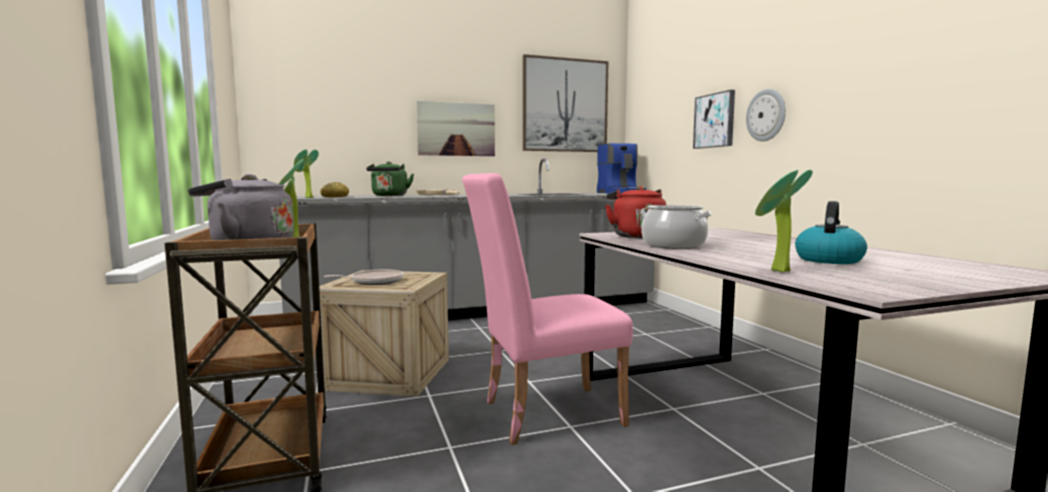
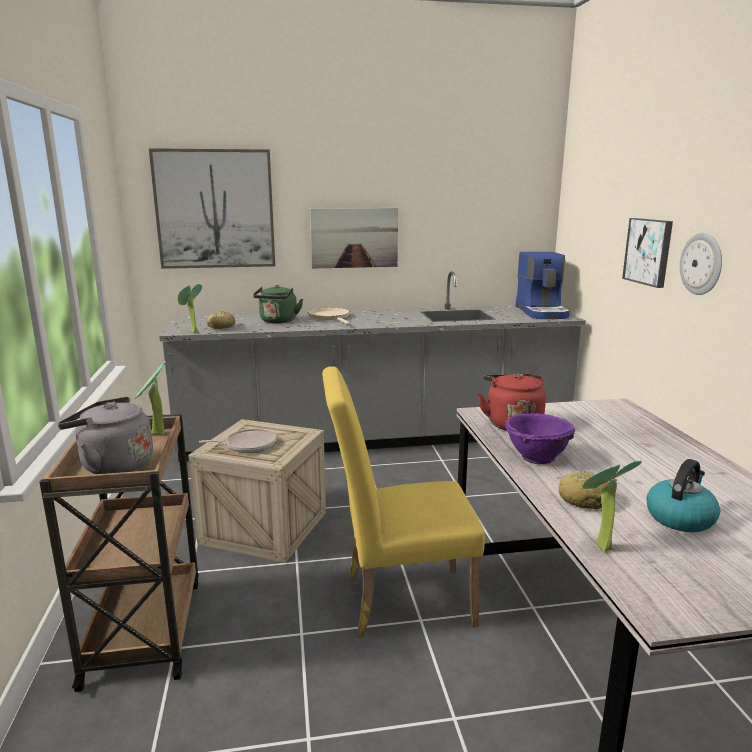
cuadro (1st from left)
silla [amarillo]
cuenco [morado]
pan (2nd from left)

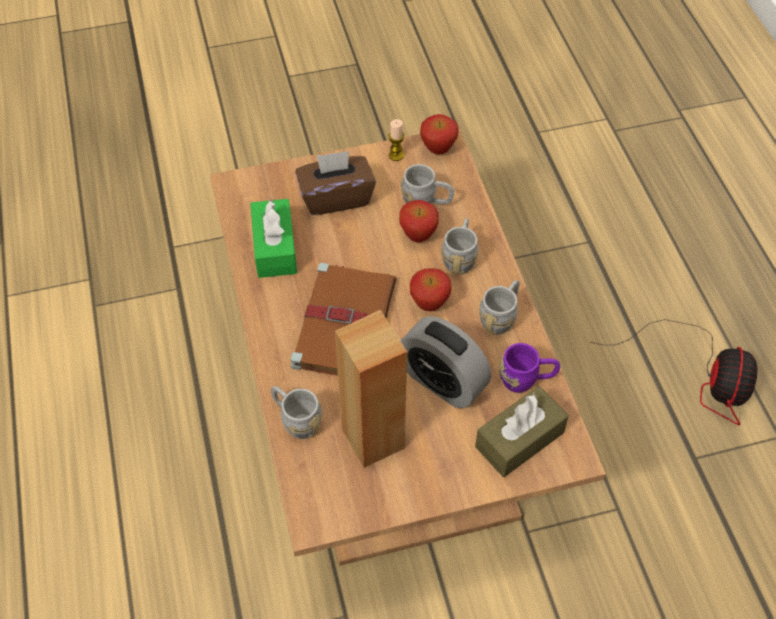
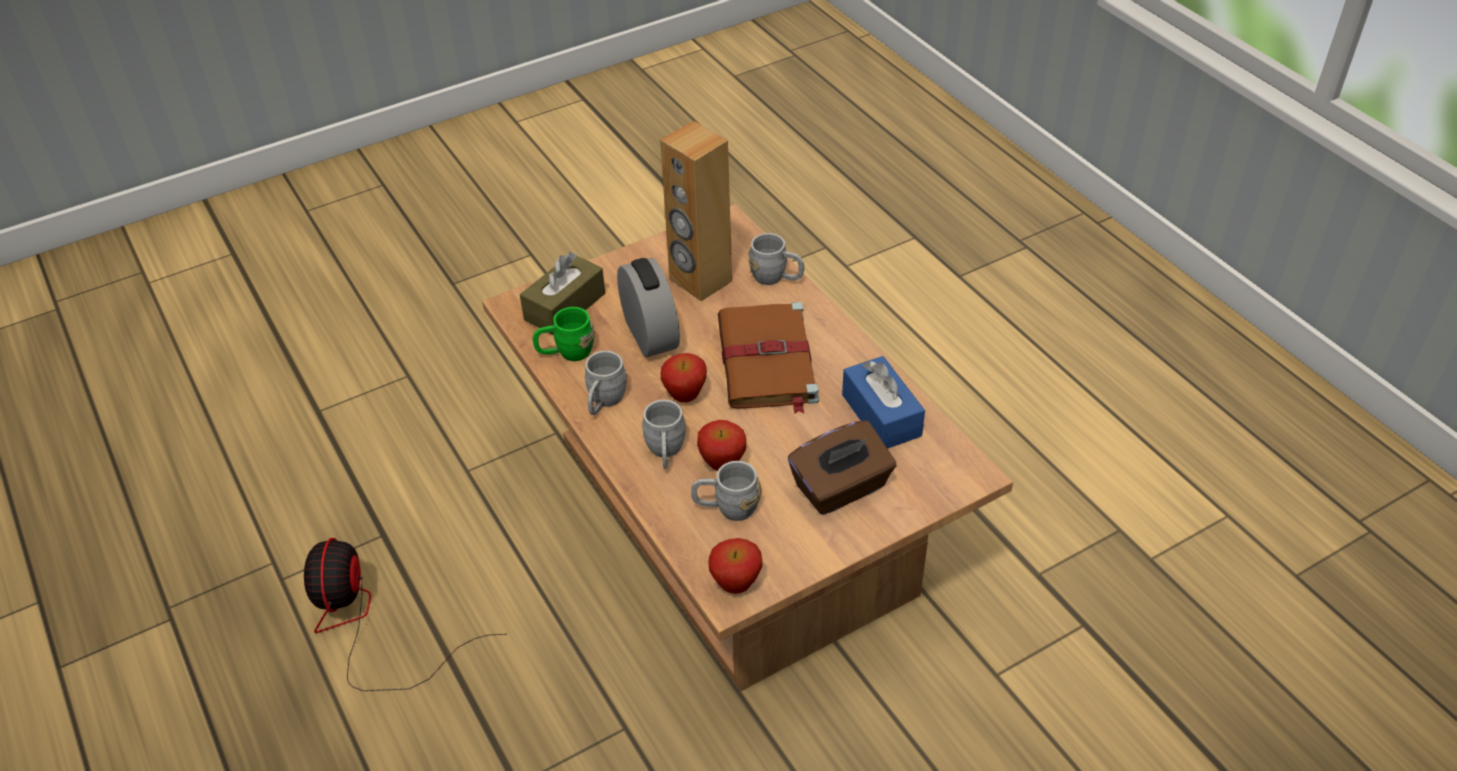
taza grande [verde]
despertador
caja de pañuelos [azul]
vela

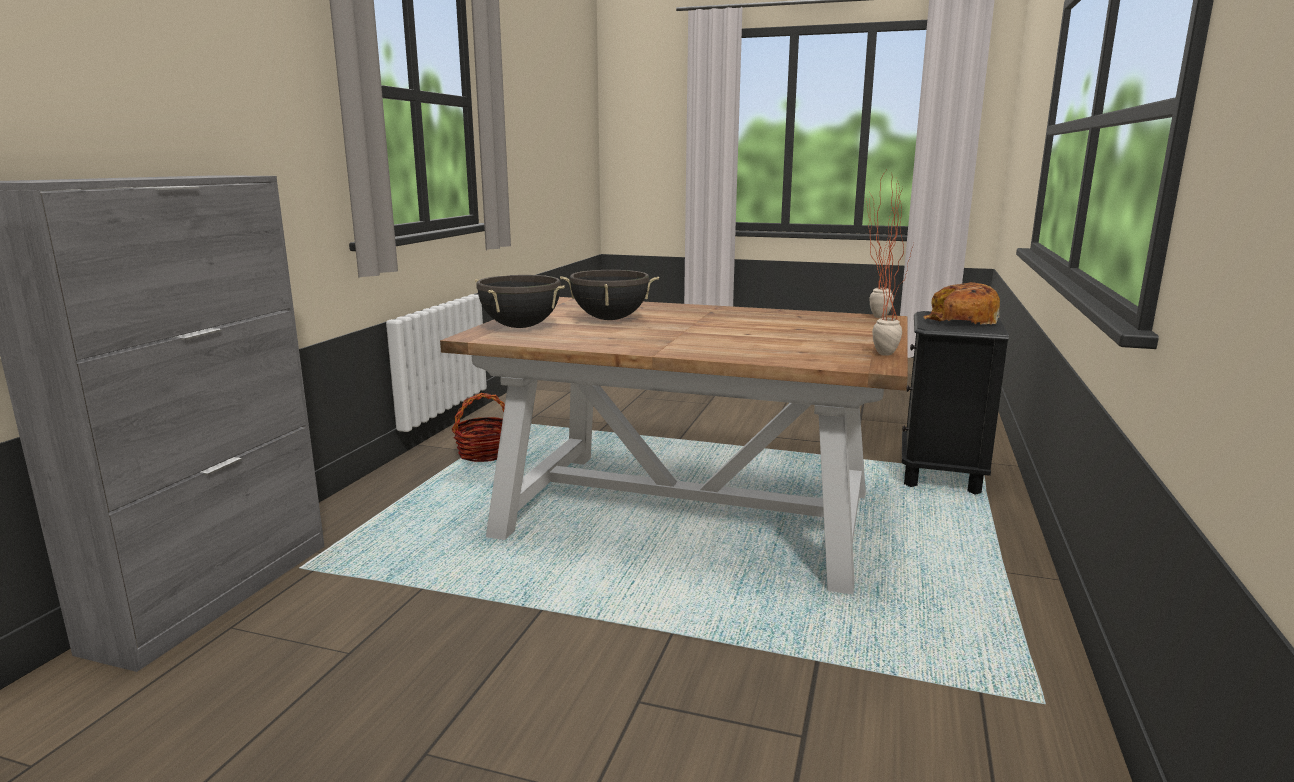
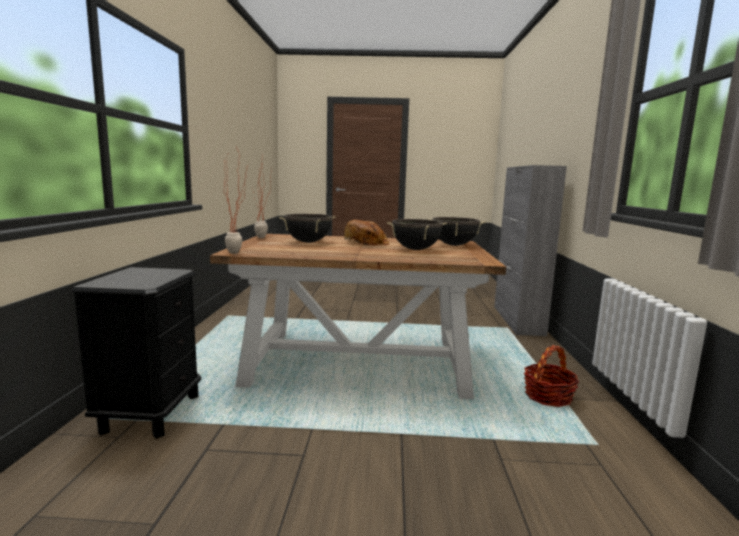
olla [negro] (1st from left)
pan

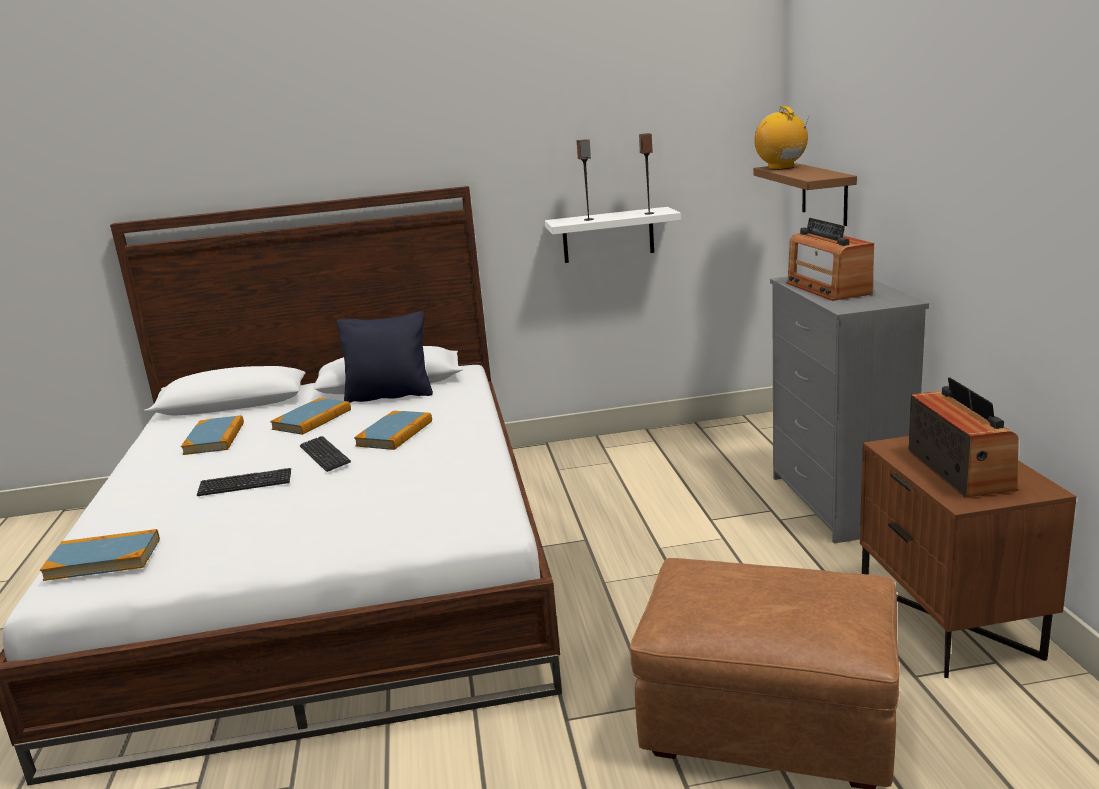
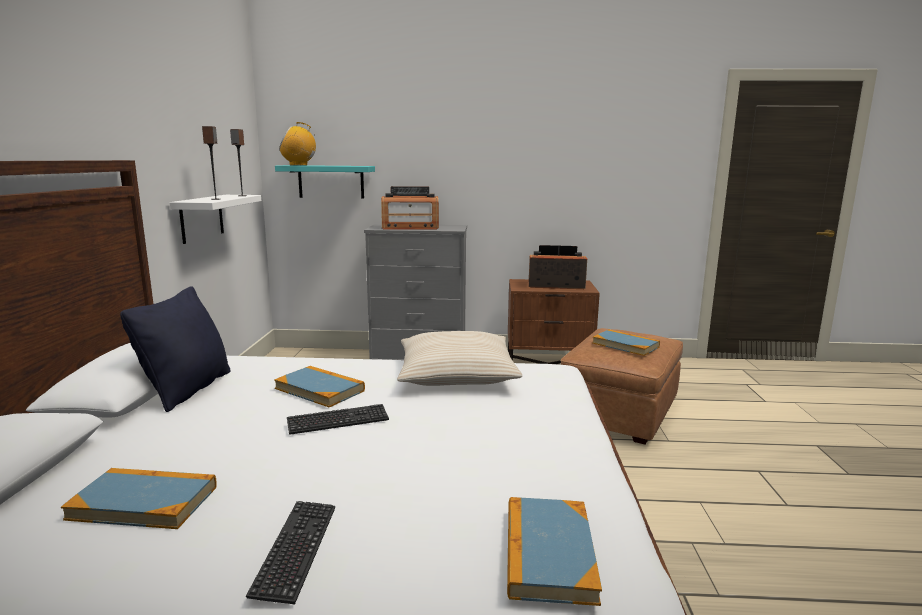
teclado (1st from left)
estante [turquesa]
cojín [beis]
libro (4th from left)

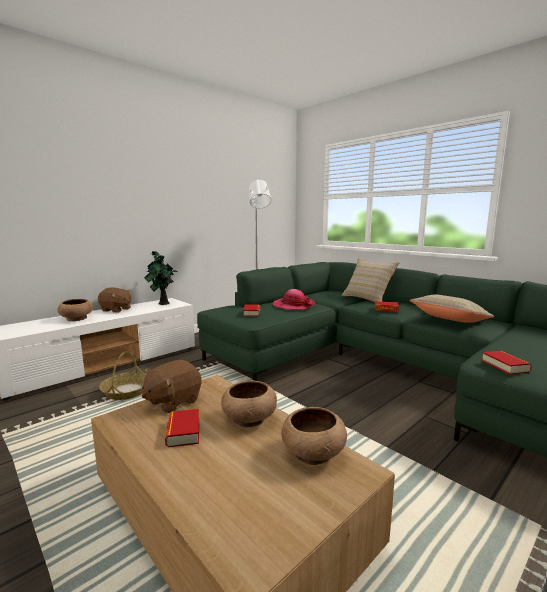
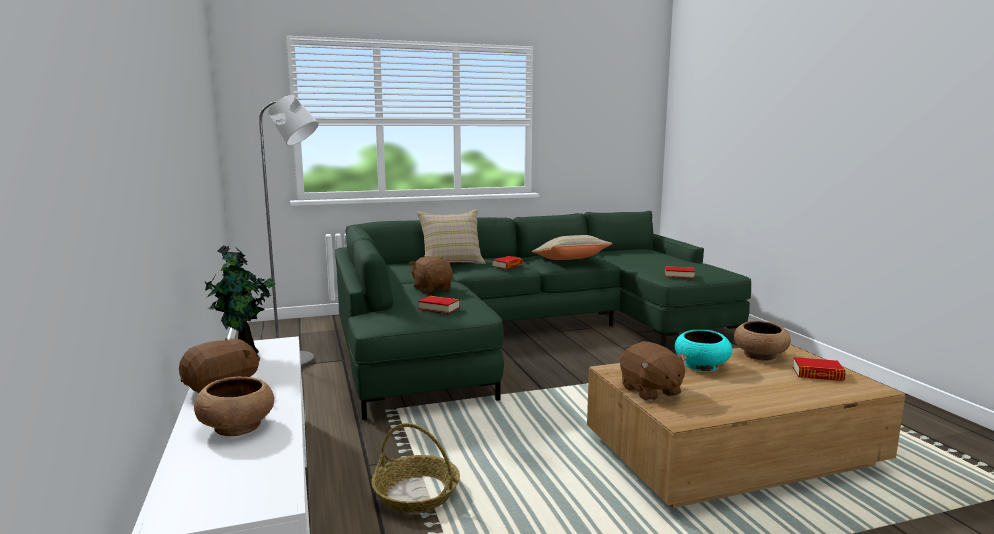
peluche [marrón] (2nd from left)
cuenco [turquesa]
libro (4th from left)

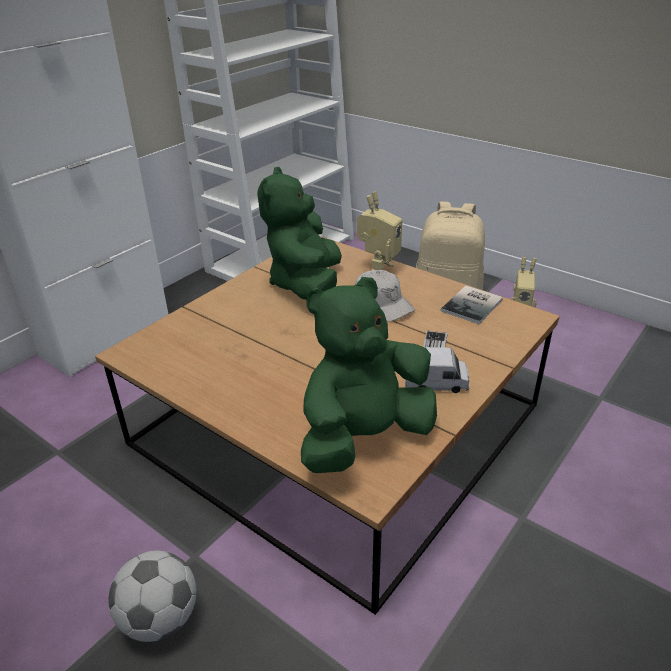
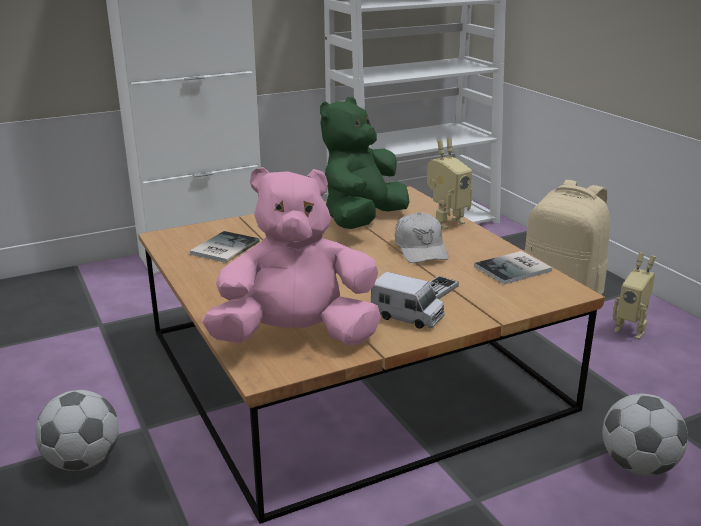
libro (1st from left)
peluche [rosa]
balón de fútbol (2nd from left)

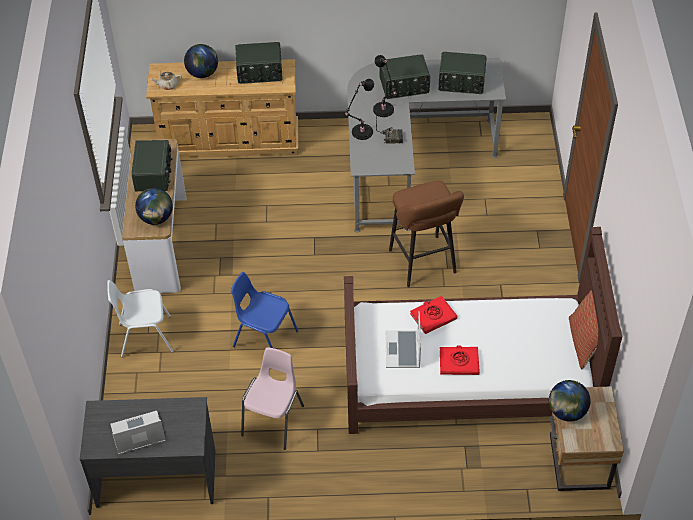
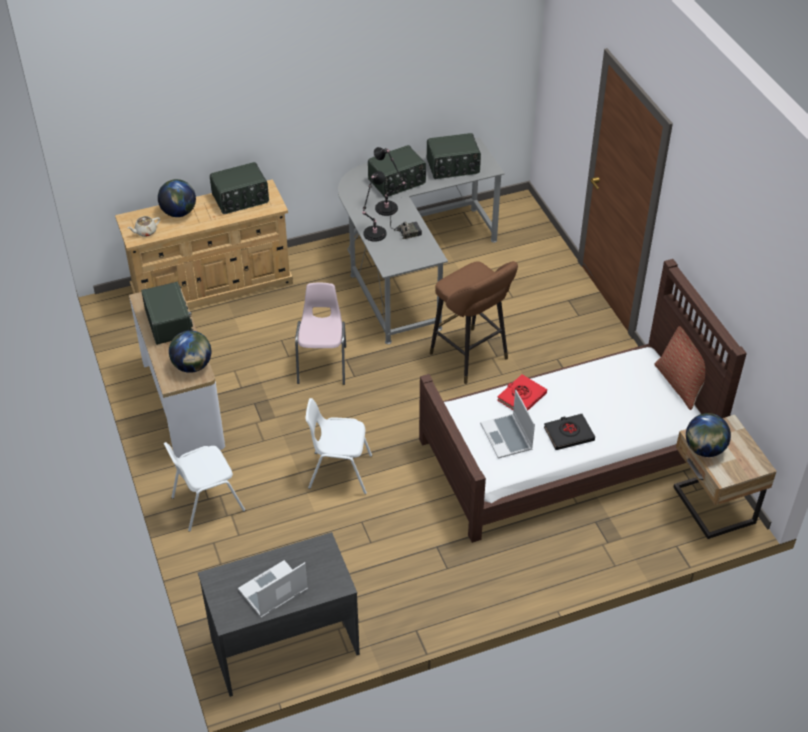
silla [rosa]
silla [blanco] (2nd from left)
libro [negro]

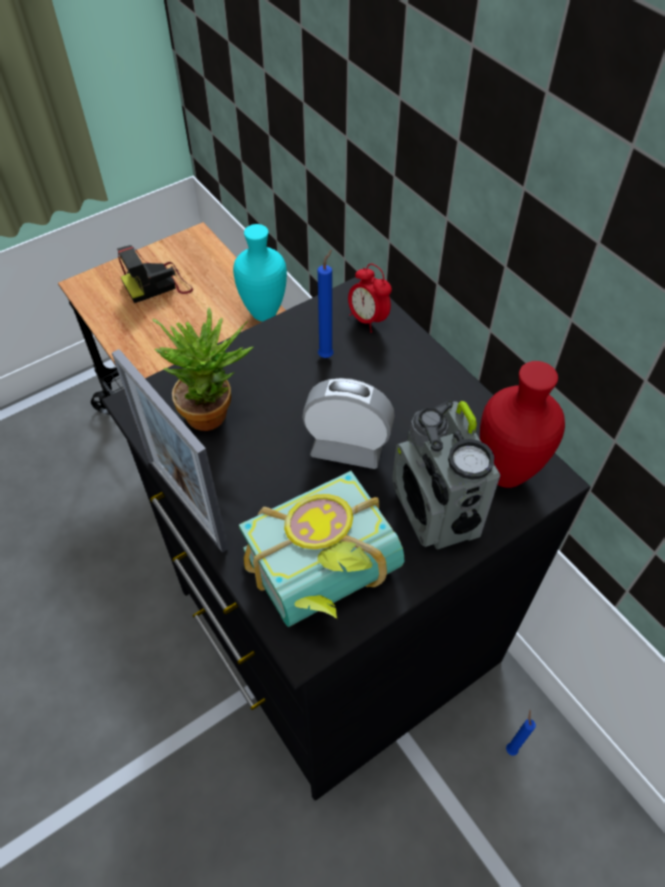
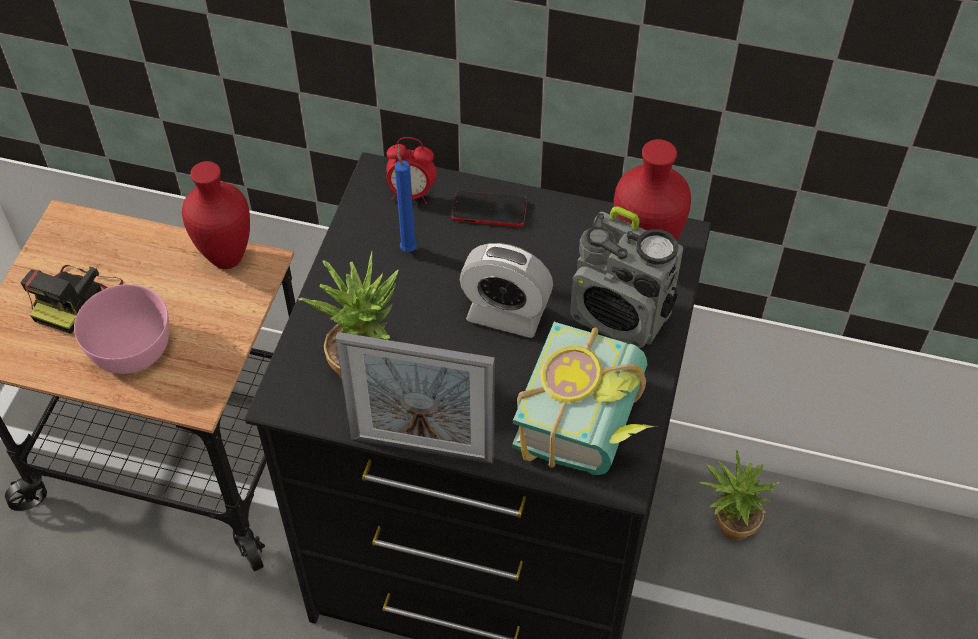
cuenco [rosa]
florero [rojo] (1st from left)
móvil
despertador (2nd from left)
planta en maceta (2nd from left)

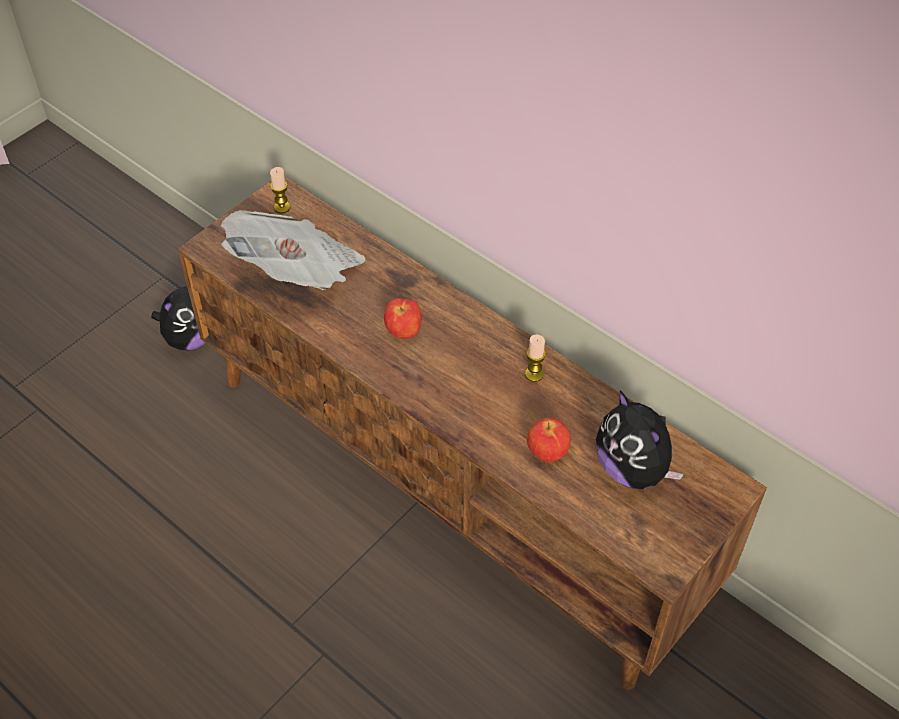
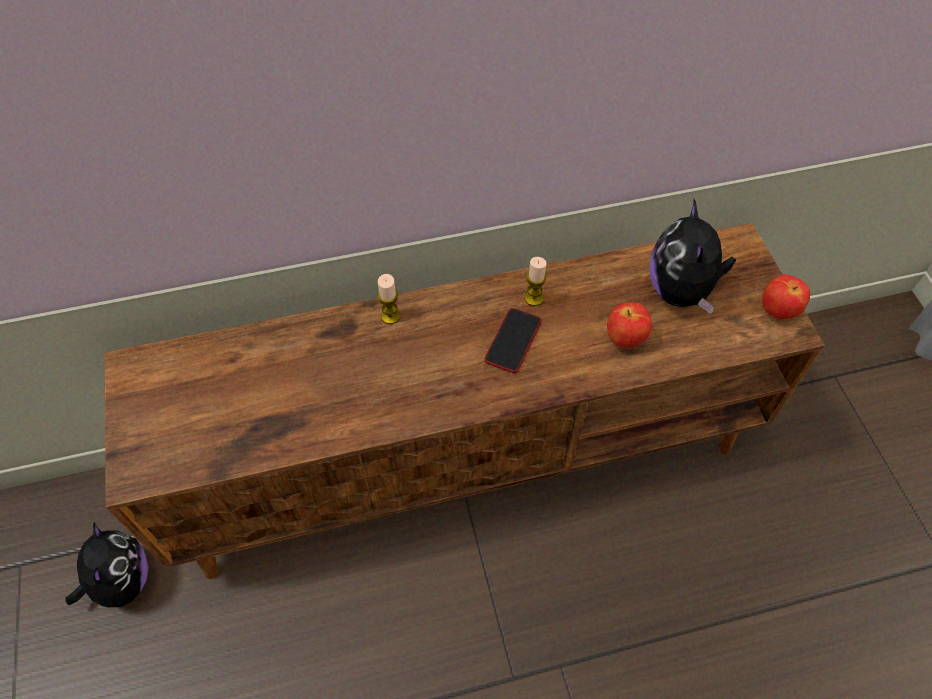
vela (1st from left)
móvil
peluche (2nd from left)
manzana (2nd from left)
periódico

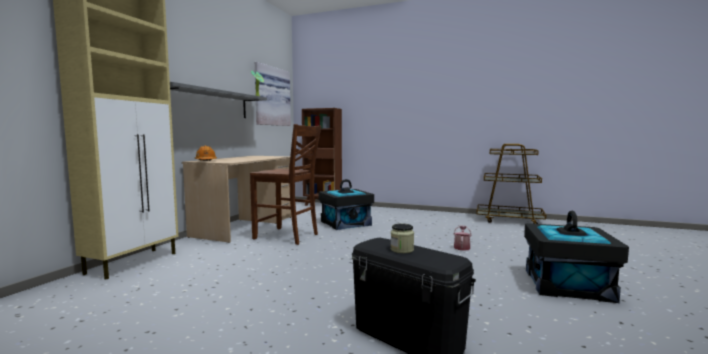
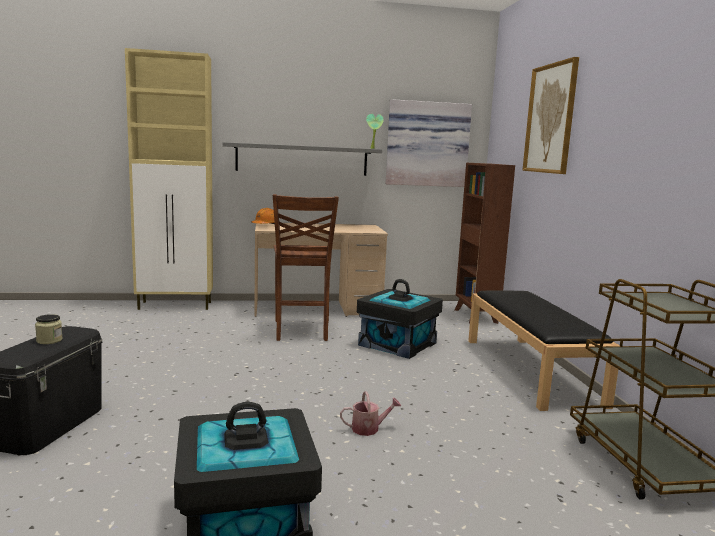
banco [negro]
cuadro (2nd from left)

